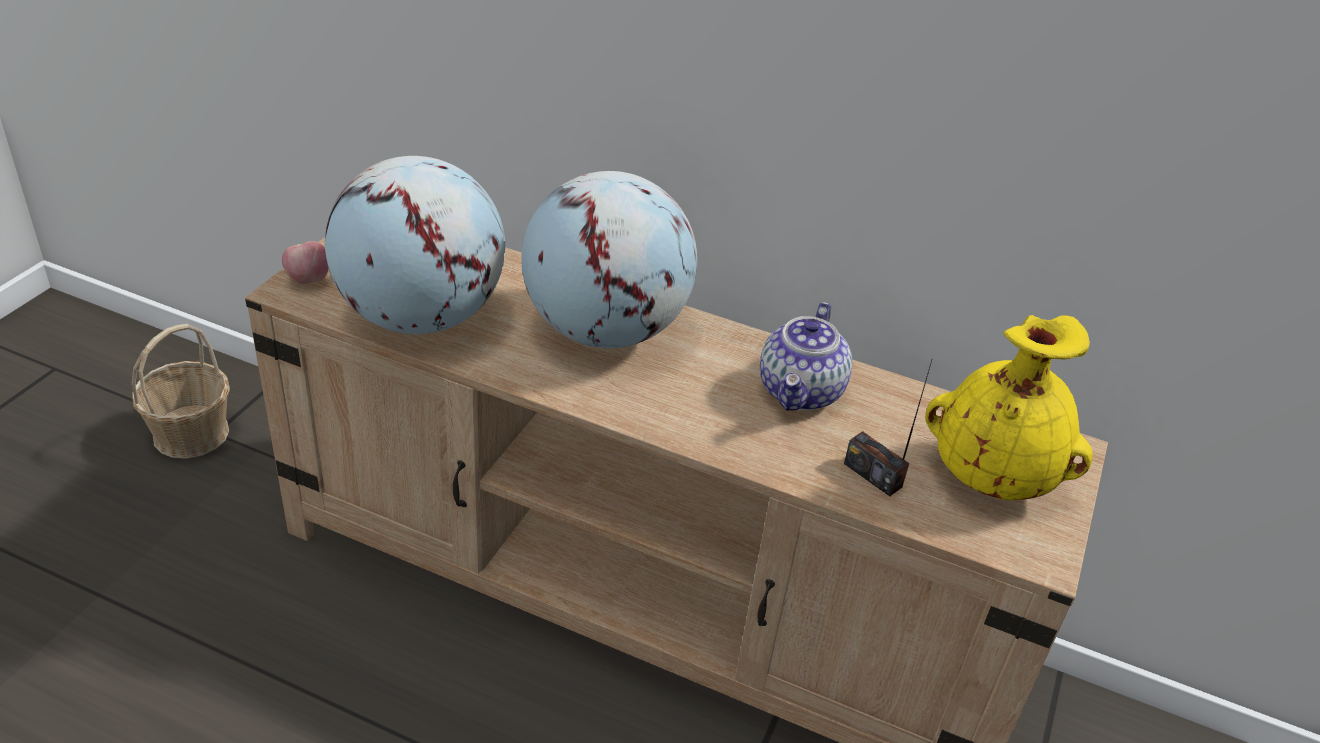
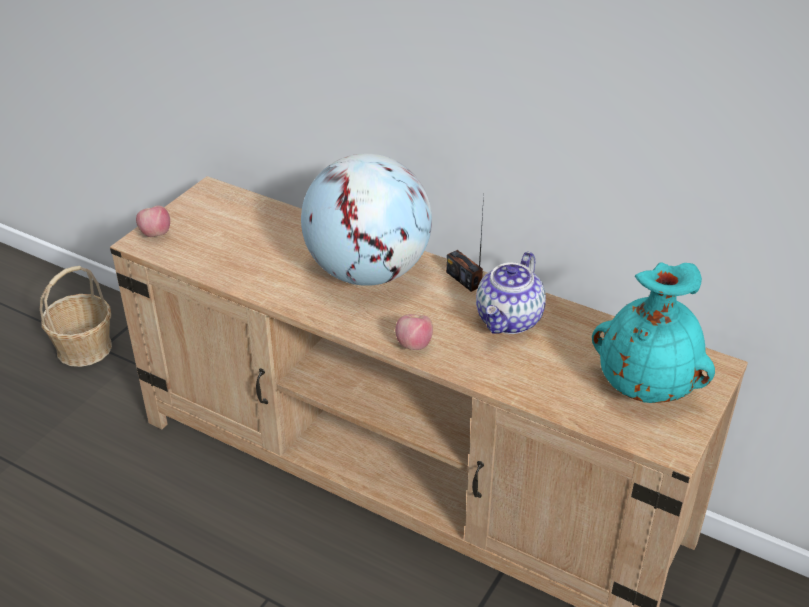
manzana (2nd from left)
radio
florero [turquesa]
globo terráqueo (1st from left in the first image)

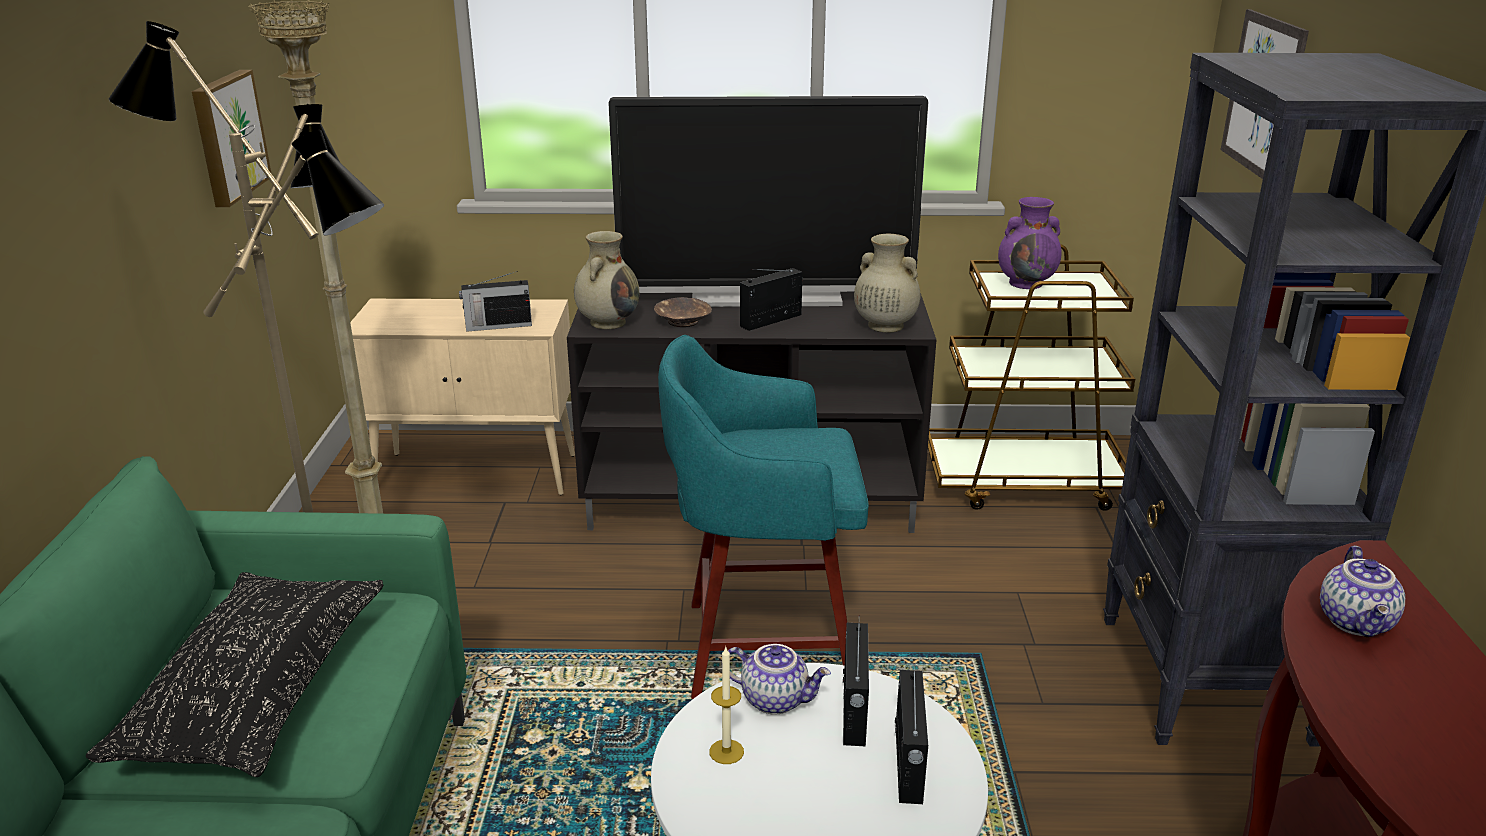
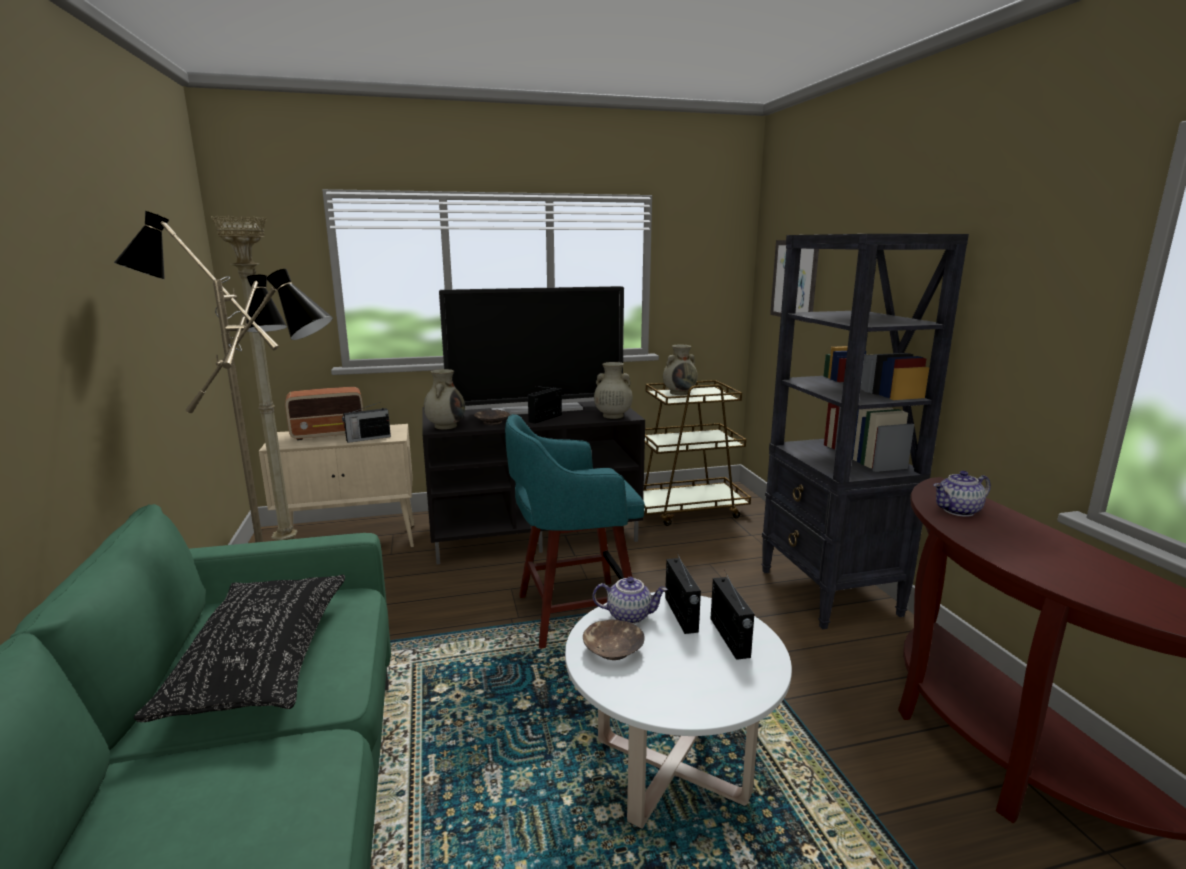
radio (1st from left)
cuenco [marrón] (2nd from left)
florero [beis] (3rd from left)
tetera (2nd from left)
cuadro (1st from left in the first image)

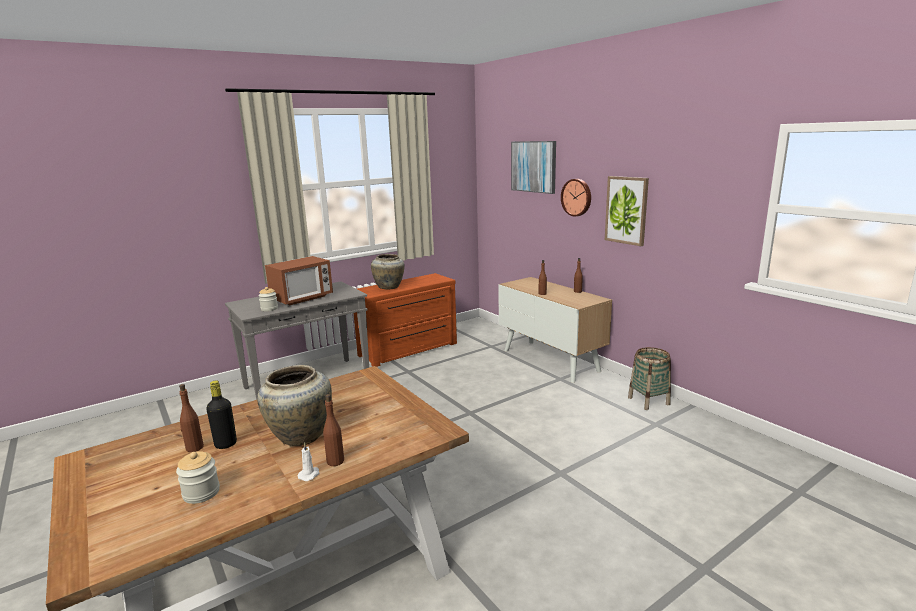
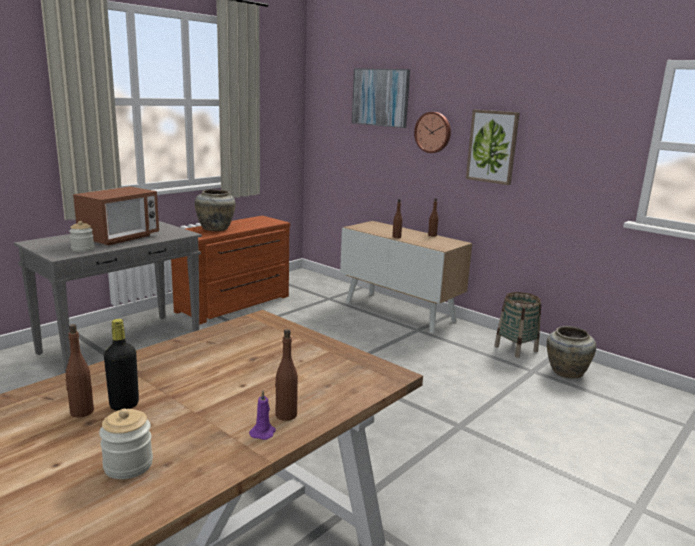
vela [morado]
florero [beis] (2nd from left)

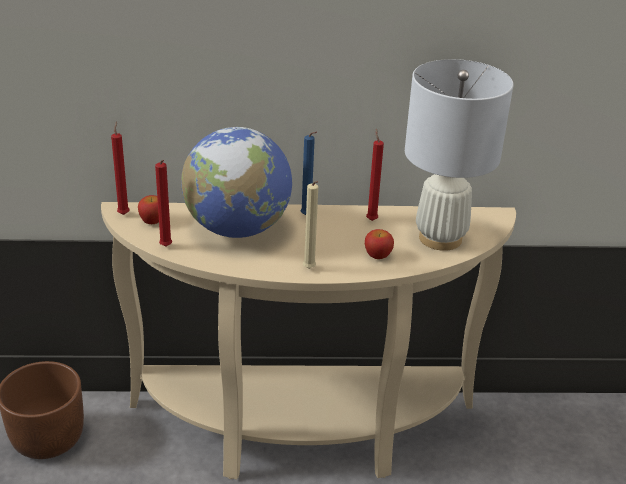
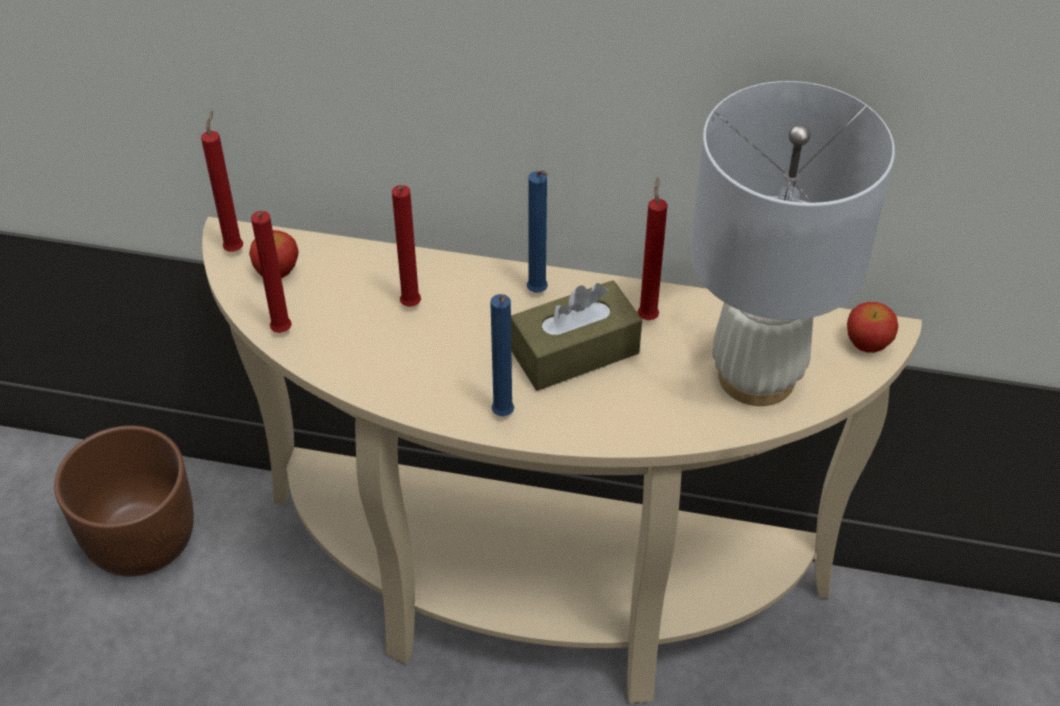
vela [rojo] (3rd from left)
vela [azul] (1st from left)
caja de pañuelos [marrón]
manzana (2nd from left)

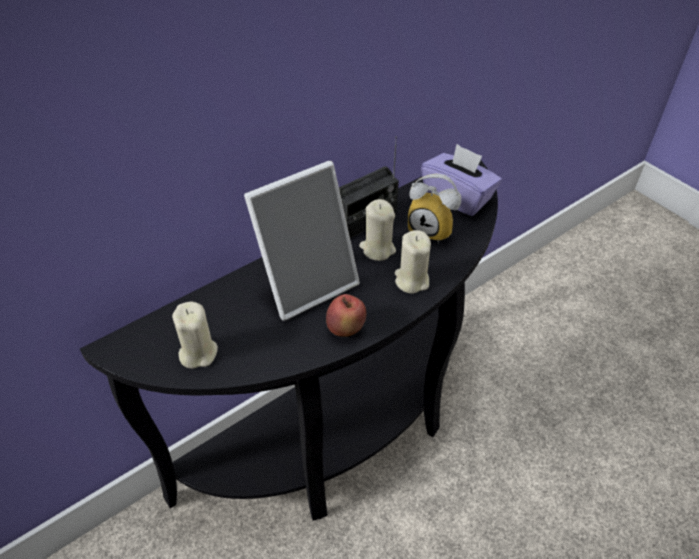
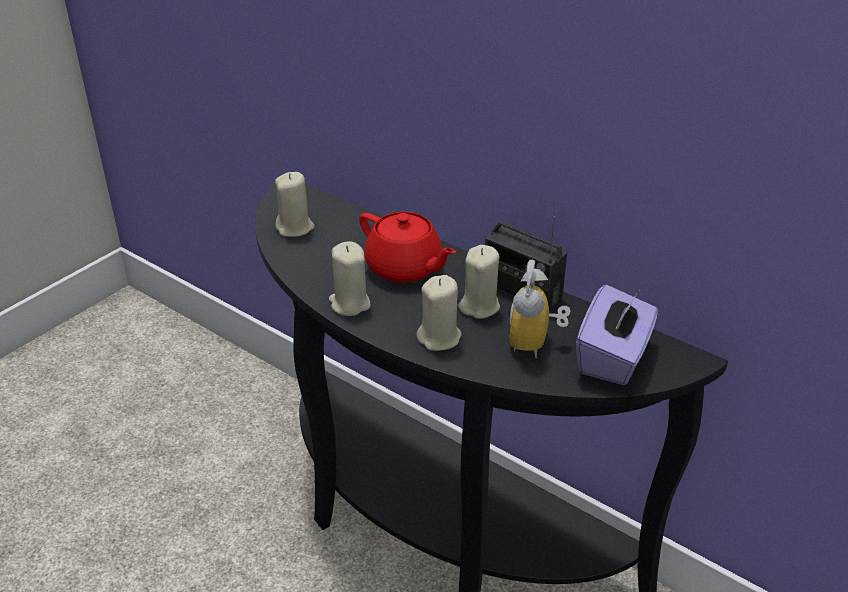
vela [beis] (2nd from left)
tetera [rojo]

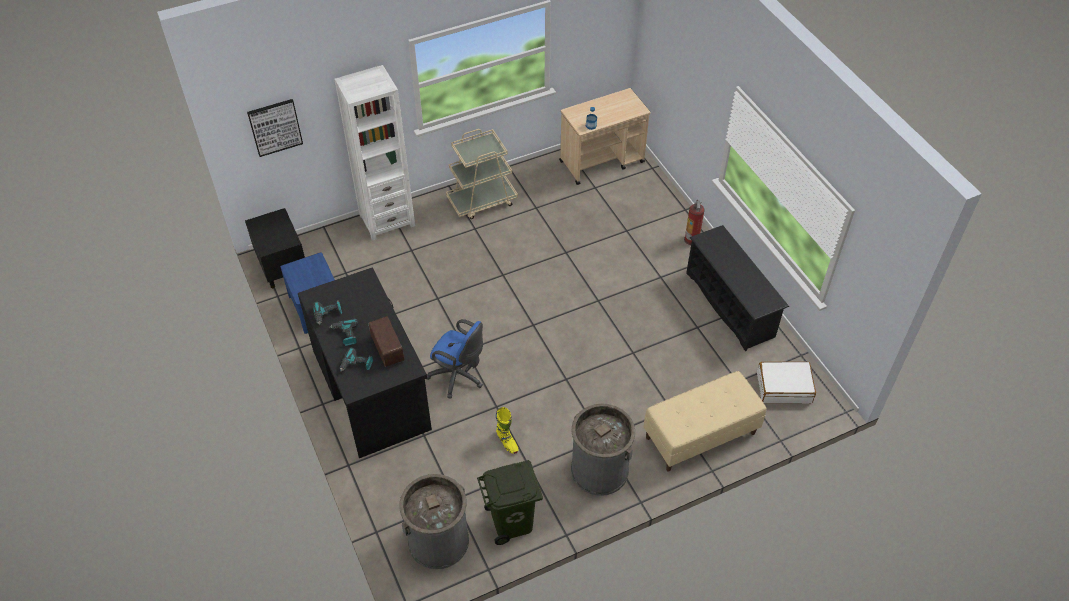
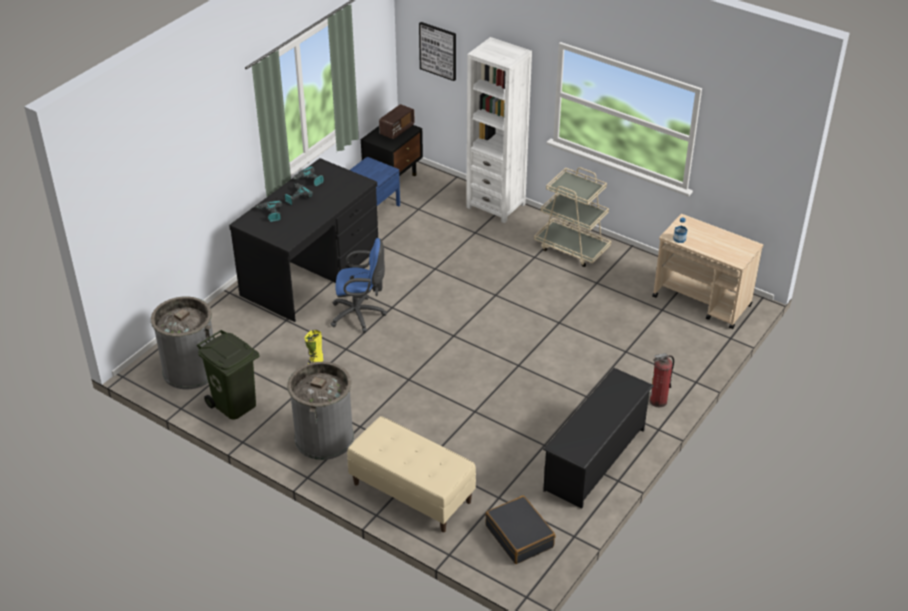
silla de oficina [azul]
radio
maleta [negro]

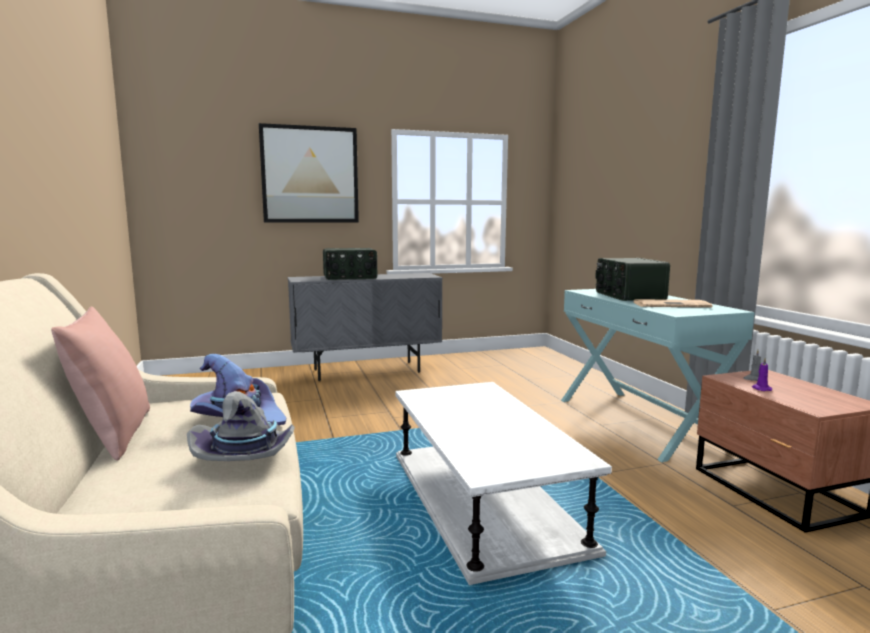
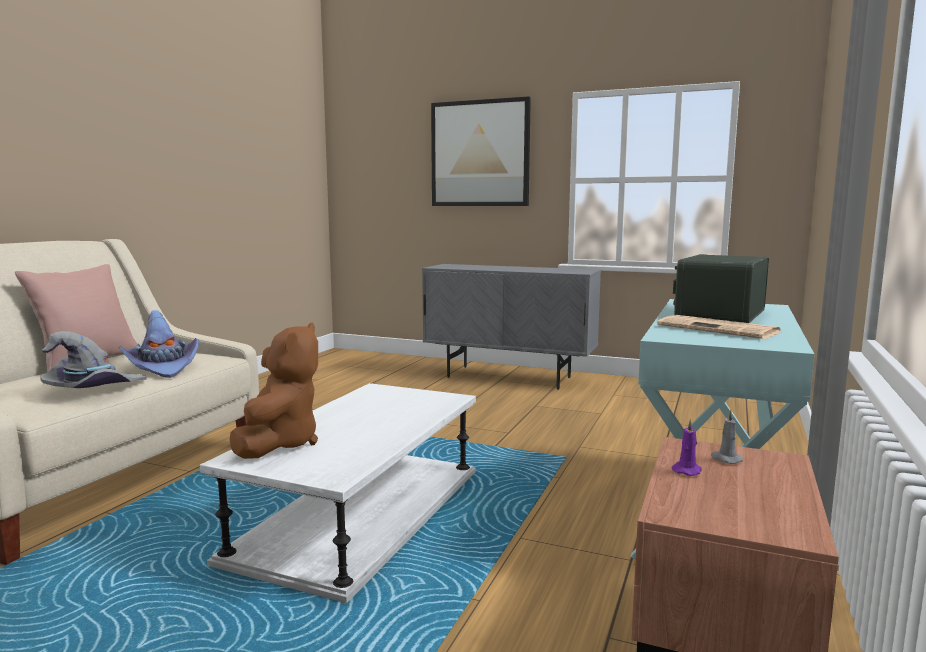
peluche [marrón]
radio (1st from left in the first image)

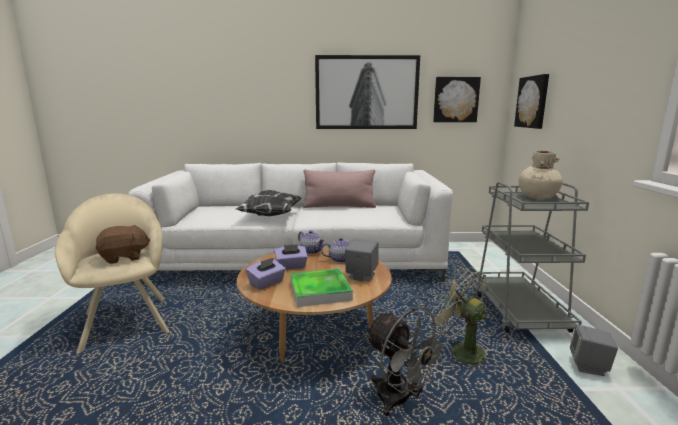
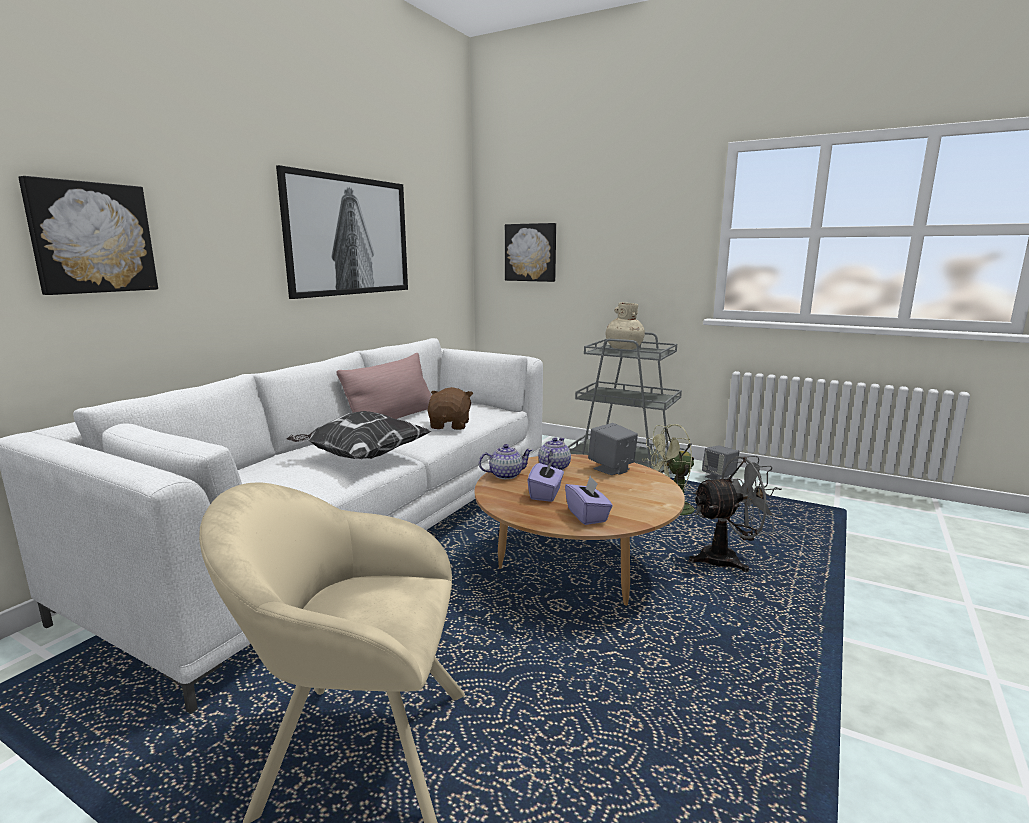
cuadro (1st from left)
peluche [marrón]
bandeja

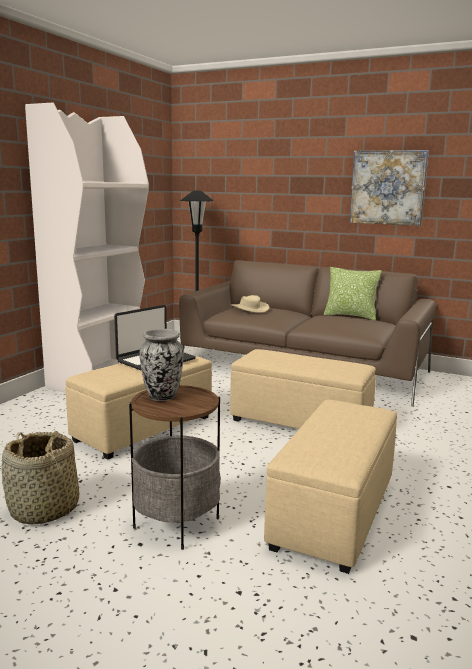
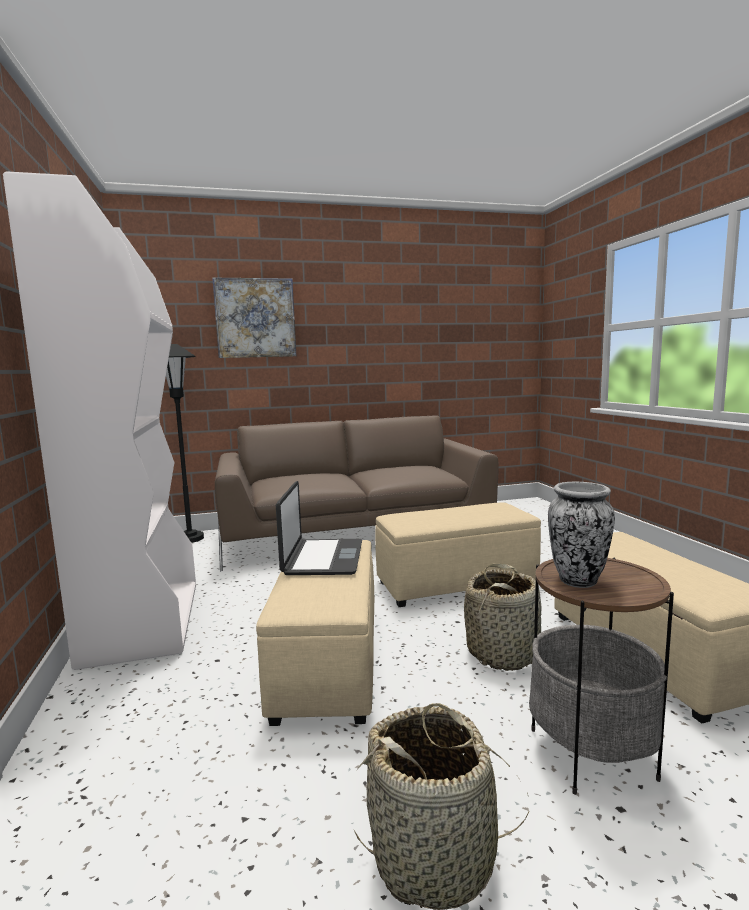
cuadro
cesta (2nd from left)
sombrero [beis]
cojín

